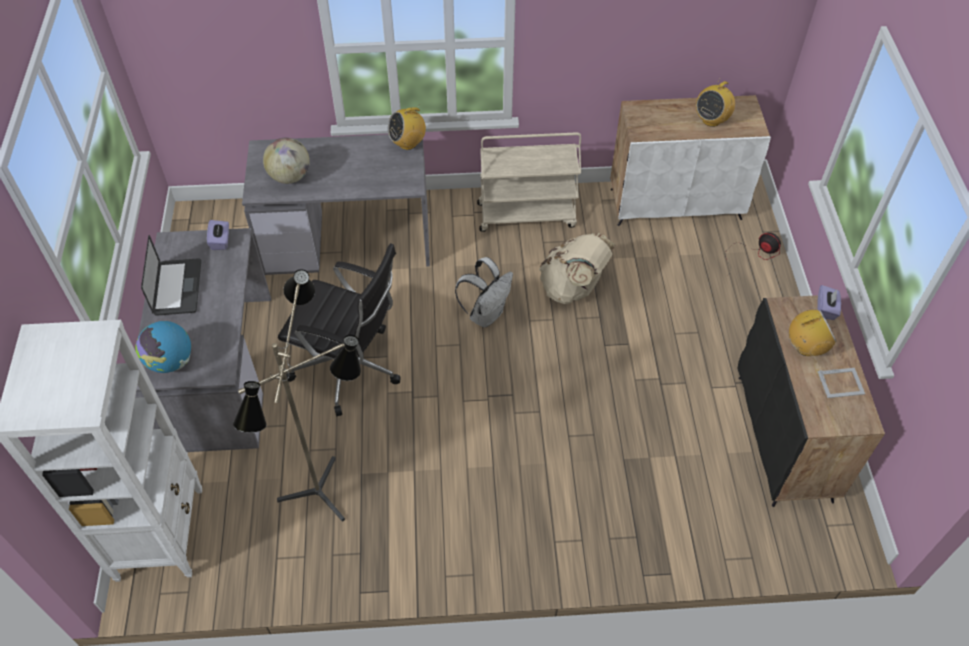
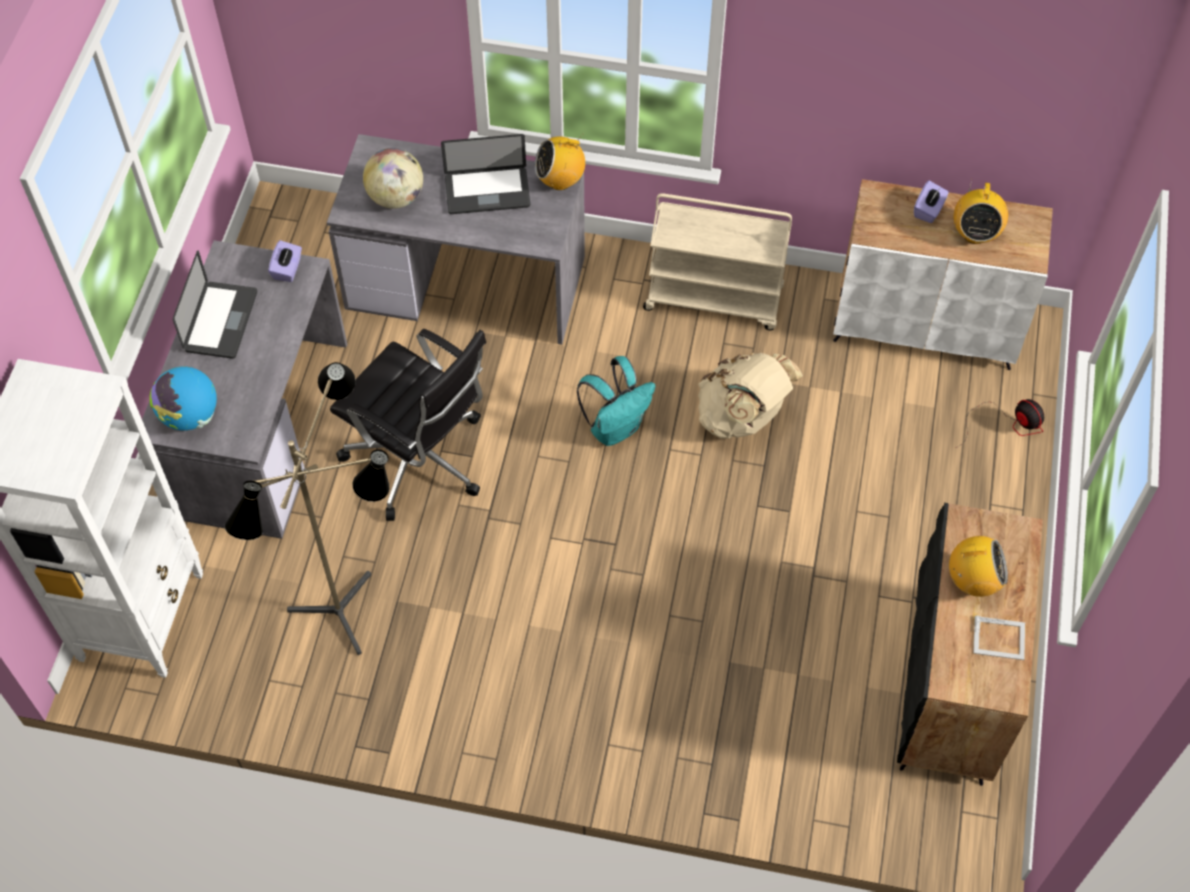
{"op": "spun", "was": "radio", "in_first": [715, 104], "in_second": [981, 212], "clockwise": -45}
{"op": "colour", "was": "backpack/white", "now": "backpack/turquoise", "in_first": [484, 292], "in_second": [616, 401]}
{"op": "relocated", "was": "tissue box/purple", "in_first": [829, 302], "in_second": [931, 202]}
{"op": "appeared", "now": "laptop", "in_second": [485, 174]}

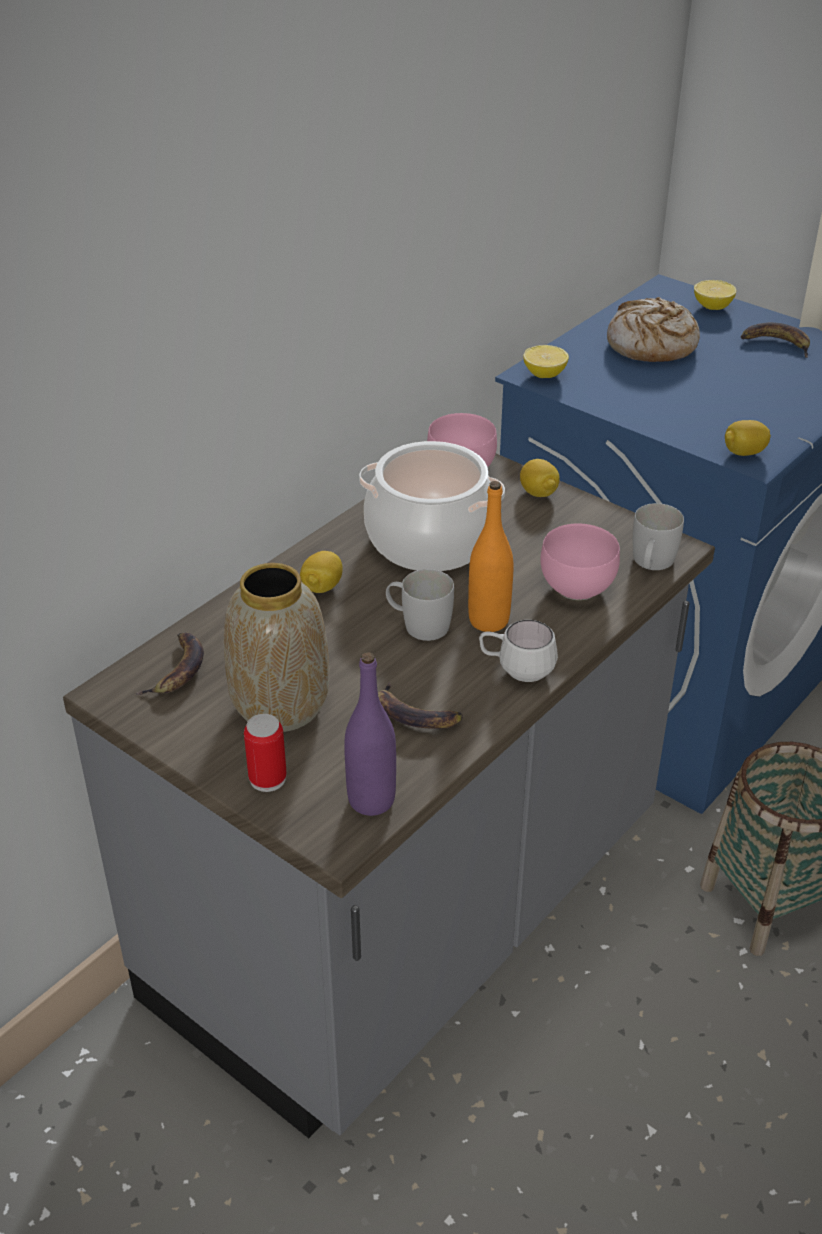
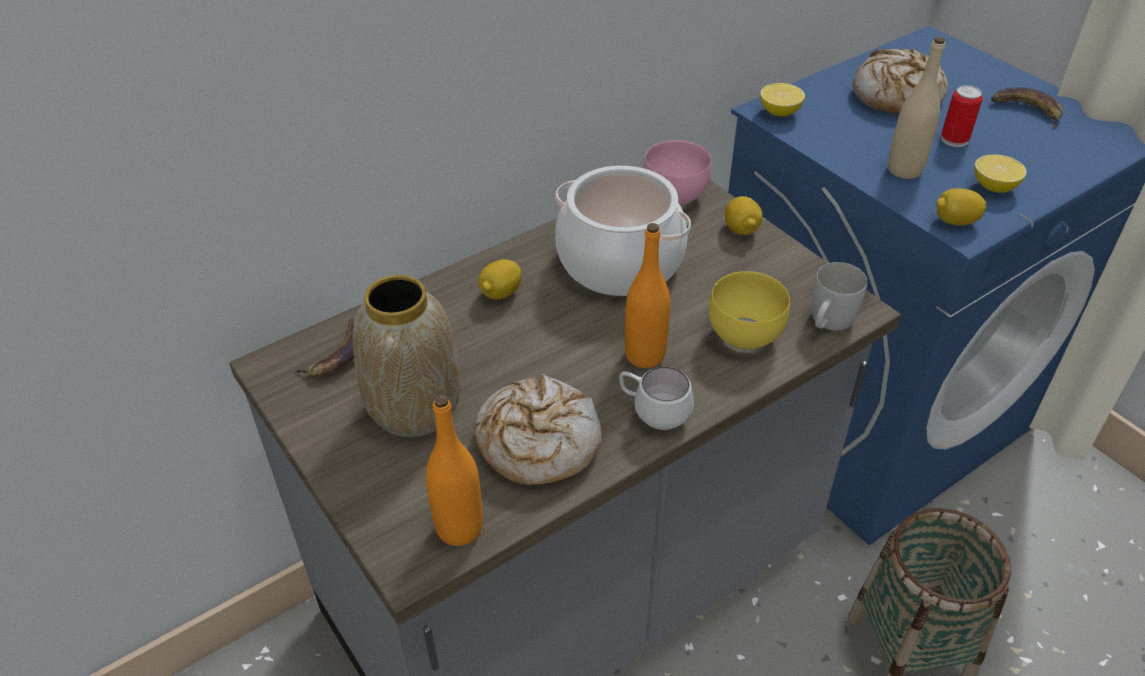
{"op": "relocated", "was": "lemon", "in_first": [715, 295], "in_second": [1001, 173]}
{"op": "colour", "was": "bowl/pink", "now": "bowl/yellow", "in_first": [580, 562], "in_second": [749, 310]}
{"op": "missing", "was": "mug/white", "in_first": [420, 605]}
{"op": "colour", "was": "bottle/purple", "now": "bottle/orange", "in_first": [370, 734], "in_second": [454, 470]}
{"op": "exchanged", "was": "banana", "now": "bread", "in_first": [420, 705], "in_second": [538, 429]}
{"op": "relocated", "was": "can", "in_first": [265, 753], "in_second": [961, 116]}
{"op": "appeared", "now": "bottle/beige", "in_second": [916, 108]}

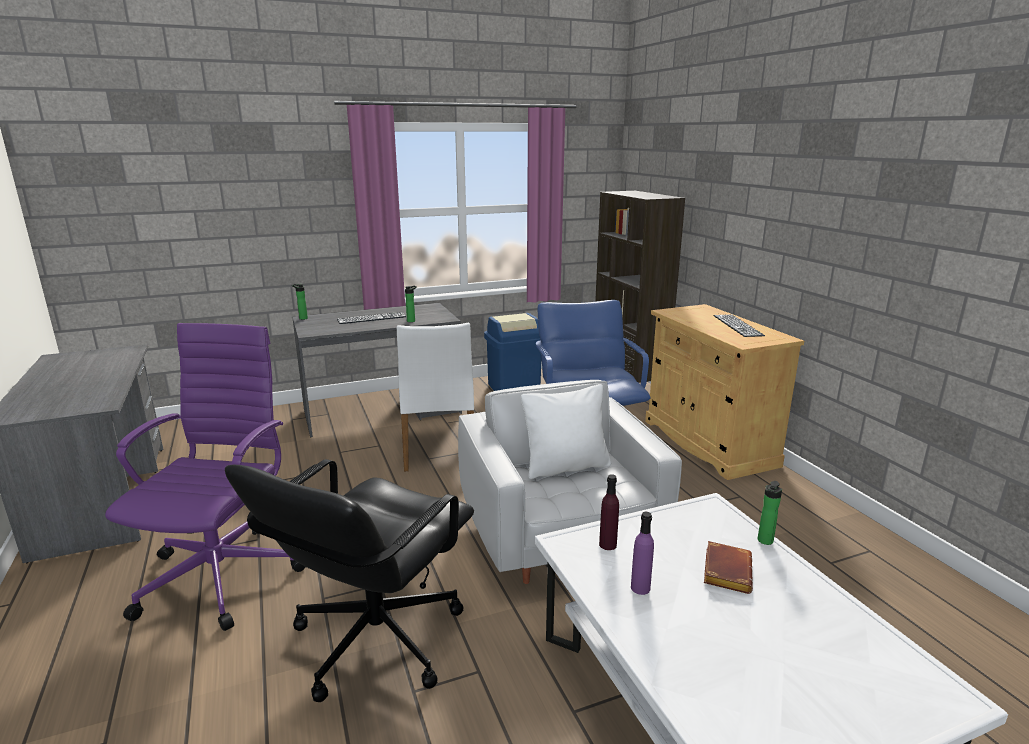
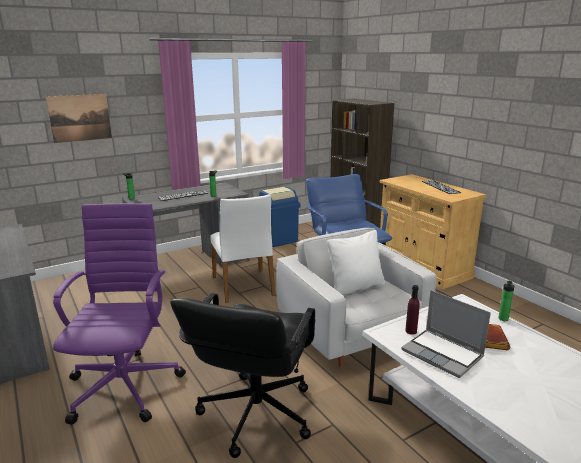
{"op": "exchanged", "was": "bottle/purple", "now": "laptop", "in_first": [642, 553], "in_second": [446, 334]}
{"op": "appeared", "now": "picture", "in_second": [79, 118]}

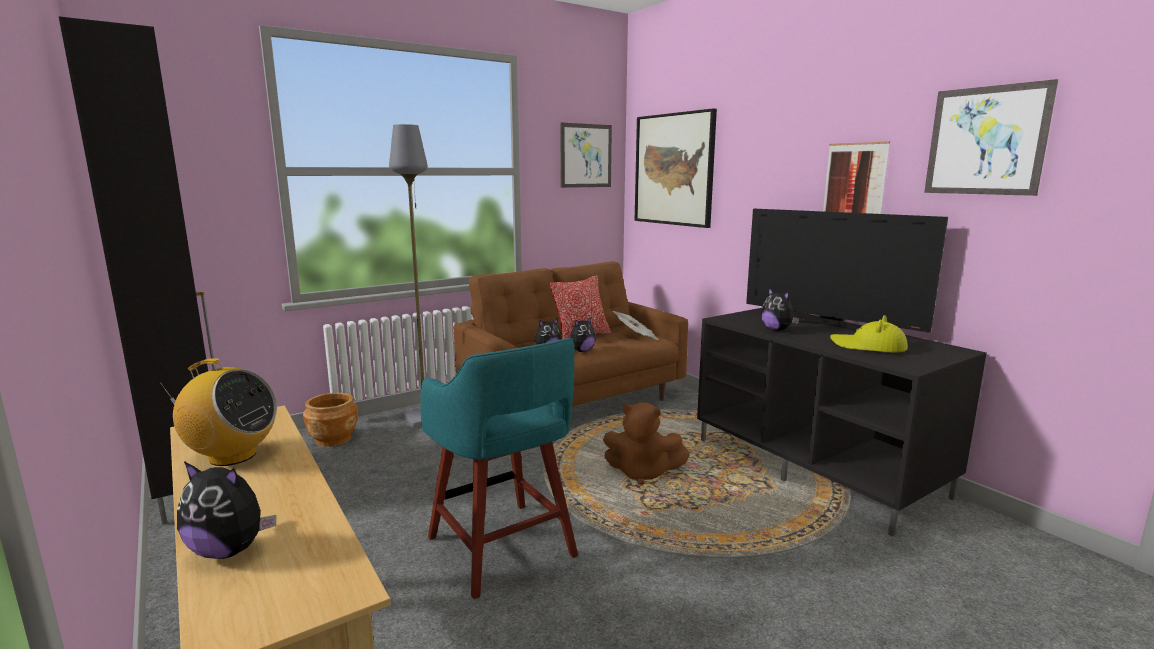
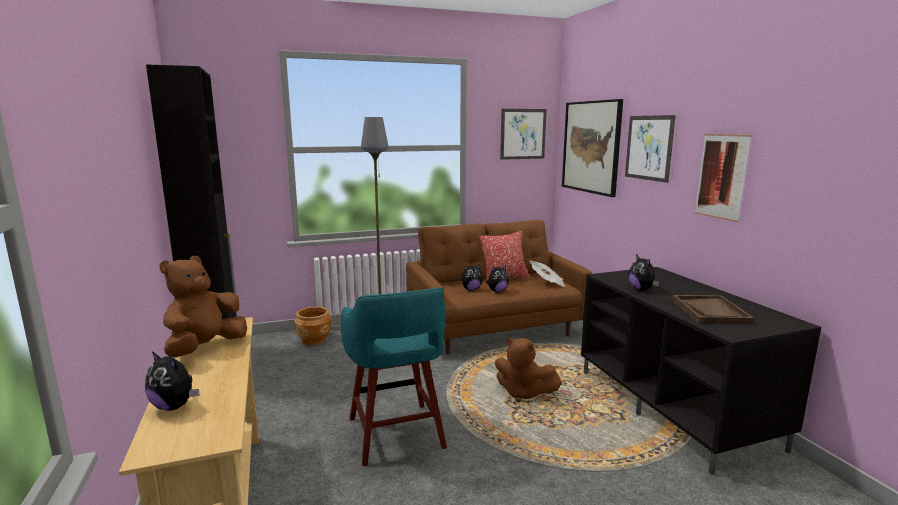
{"op": "relocated", "was": "picture", "in_first": [991, 137], "in_second": [650, 149]}
{"op": "missing", "was": "television", "in_first": [847, 271]}
{"op": "exchanged", "was": "hat/yellow", "now": "tray/brown", "in_first": [869, 333], "in_second": [713, 309]}
{"op": "exchanged", "was": "radio", "now": "plush toy/brown", "in_first": [218, 412], "in_second": [203, 307]}

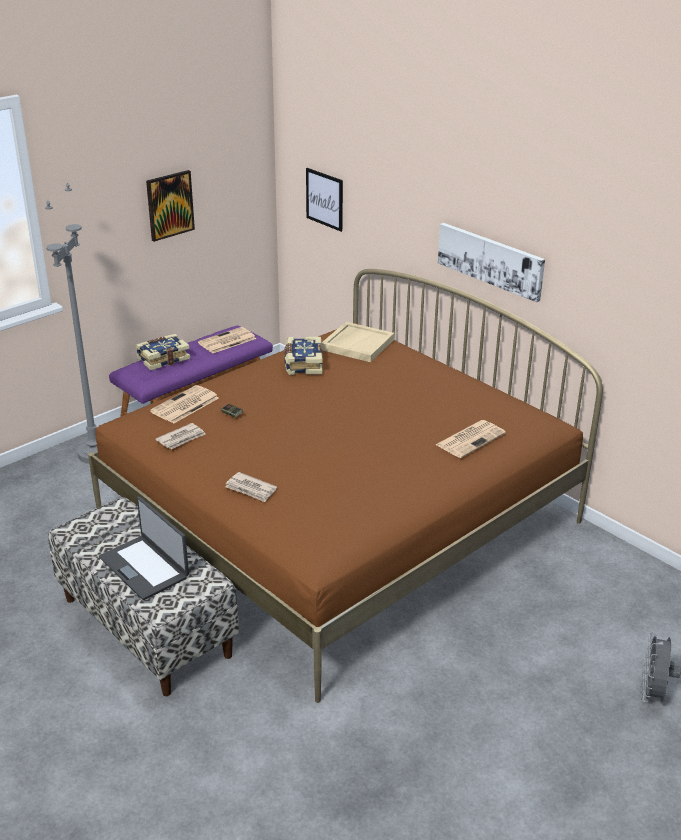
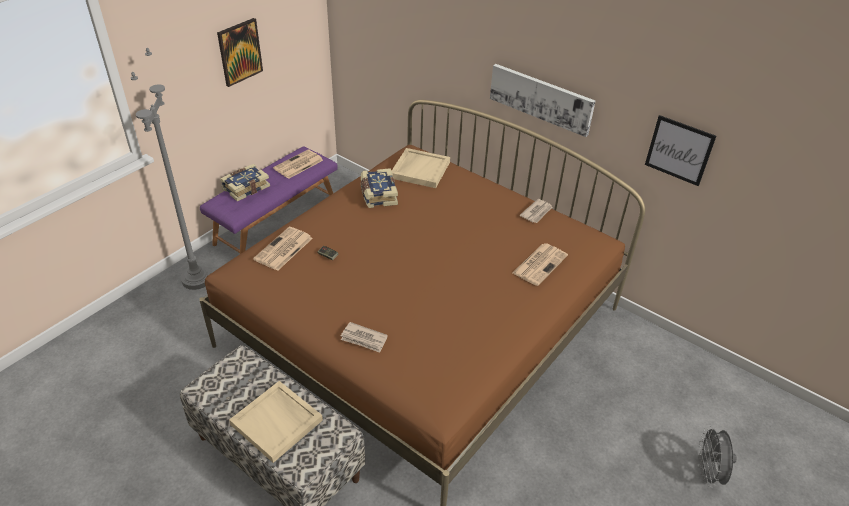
{"op": "relocated", "was": "picture", "in_first": [324, 200], "in_second": [680, 150]}
{"op": "relocated", "was": "newspaper", "in_first": [180, 436], "in_second": [536, 211]}
{"op": "exchanged", "was": "laptop", "now": "tray/beige", "in_first": [144, 548], "in_second": [276, 422]}

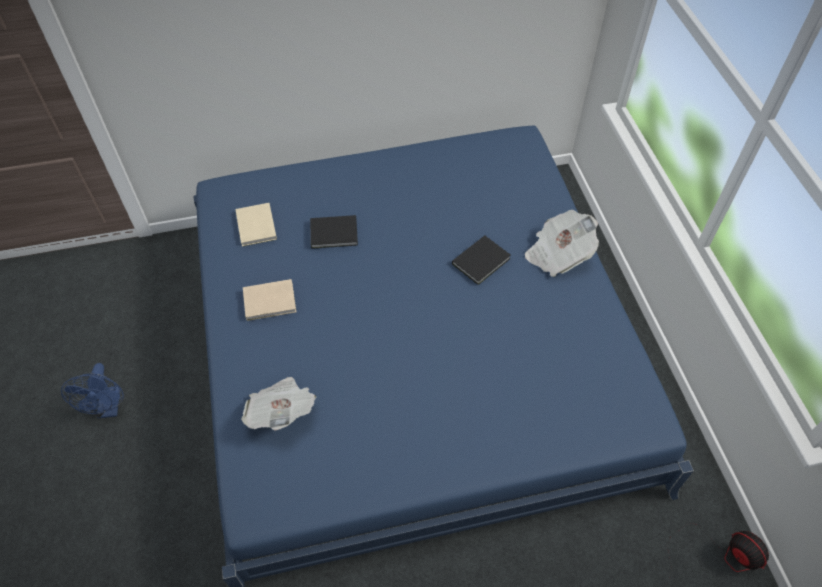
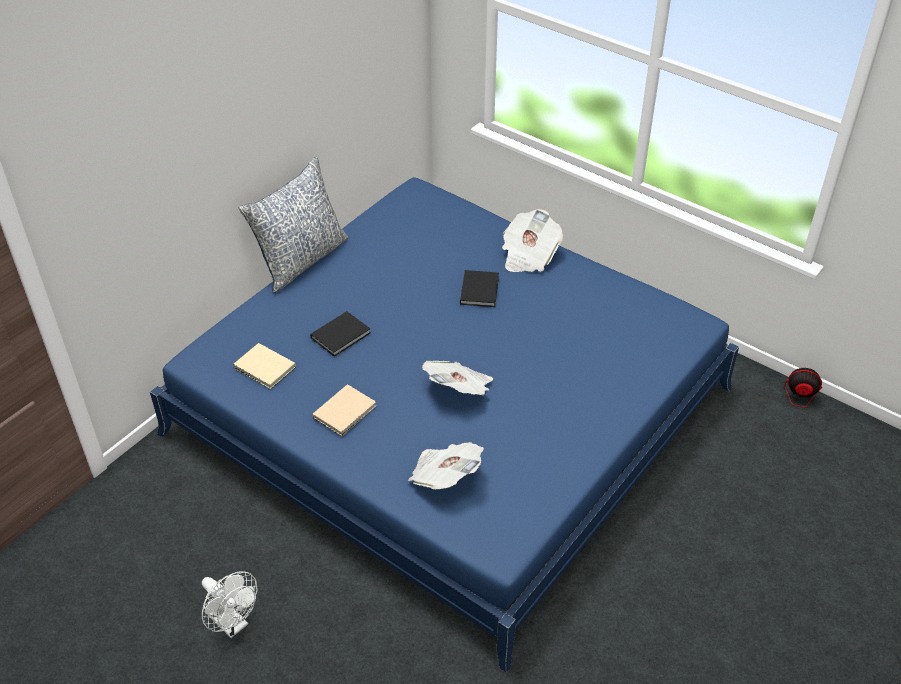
{"op": "colour", "was": "fan/blue", "now": "fan/white", "in_first": [92, 390], "in_second": [229, 604]}
{"op": "appeared", "now": "pillow", "in_second": [293, 225]}
{"op": "appeared", "now": "newspaper", "in_second": [457, 378]}

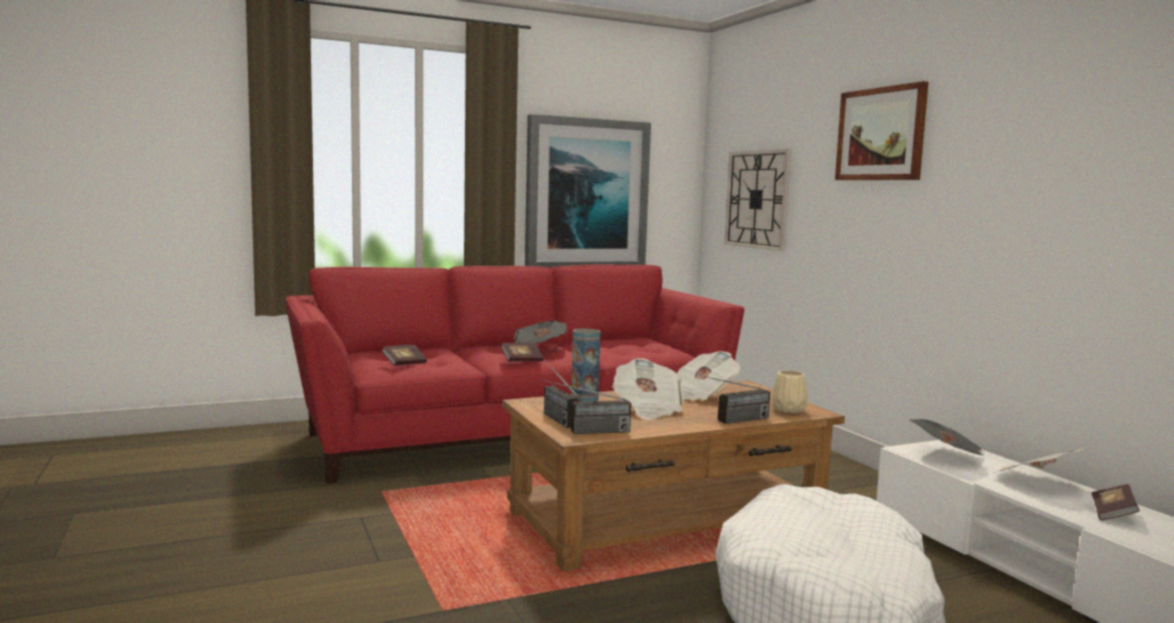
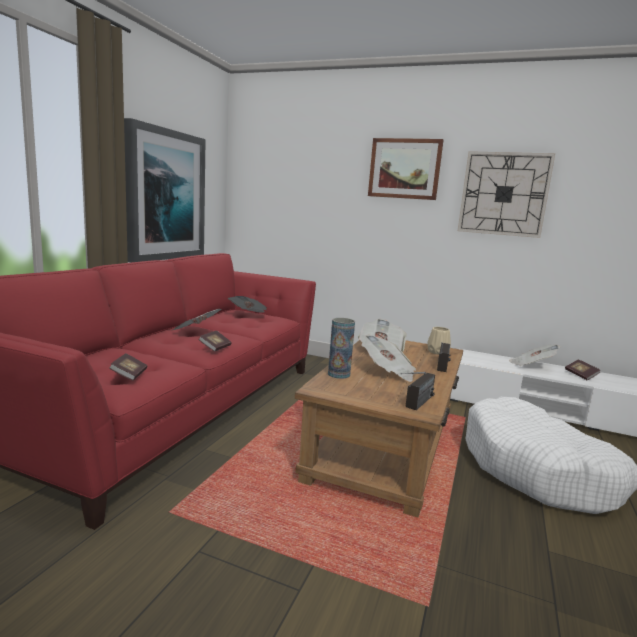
{"op": "relocated", "was": "wall clock", "in_first": [758, 200], "in_second": [506, 194]}
{"op": "missing", "was": "radio", "in_first": [562, 393]}
{"op": "relocated", "was": "newspaper", "in_first": [947, 437], "in_second": [247, 304]}

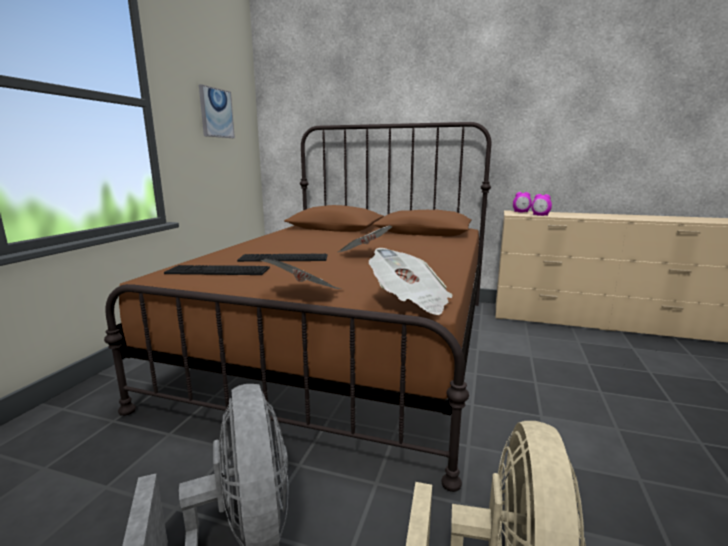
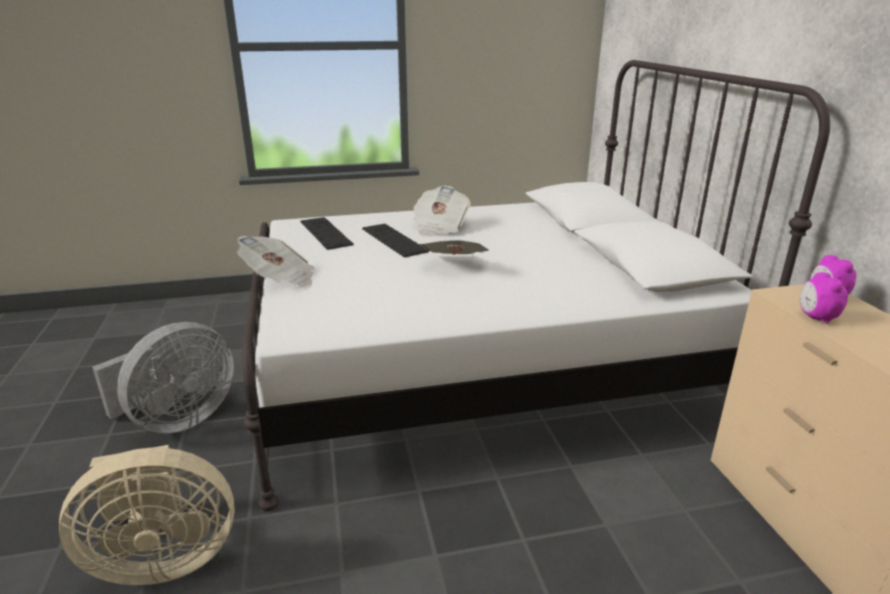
{"op": "missing", "was": "picture", "in_first": [217, 111]}
{"op": "colour", "was": "bed/brown", "now": "bed/white", "in_first": [297, 307], "in_second": [536, 285]}
{"op": "relocated", "was": "newspaper", "in_first": [411, 281], "in_second": [441, 211]}

